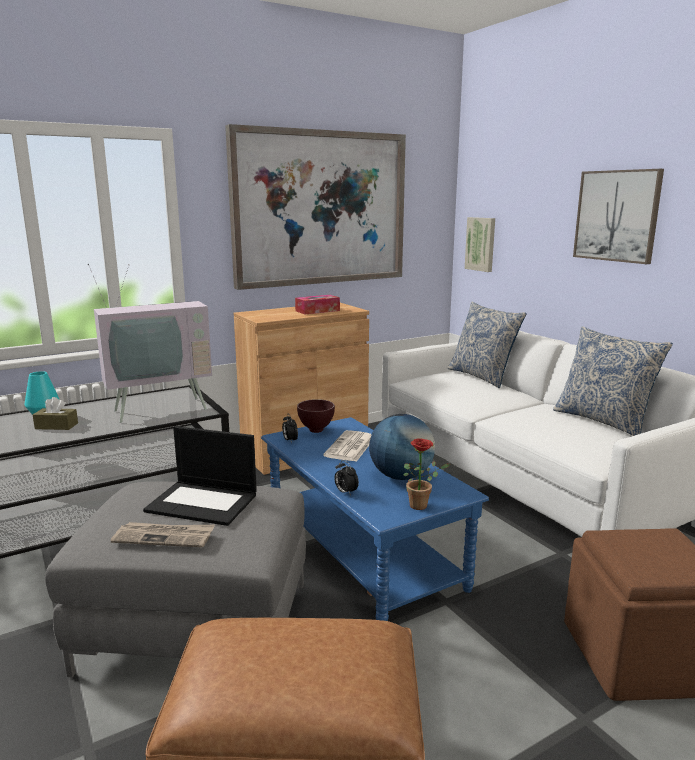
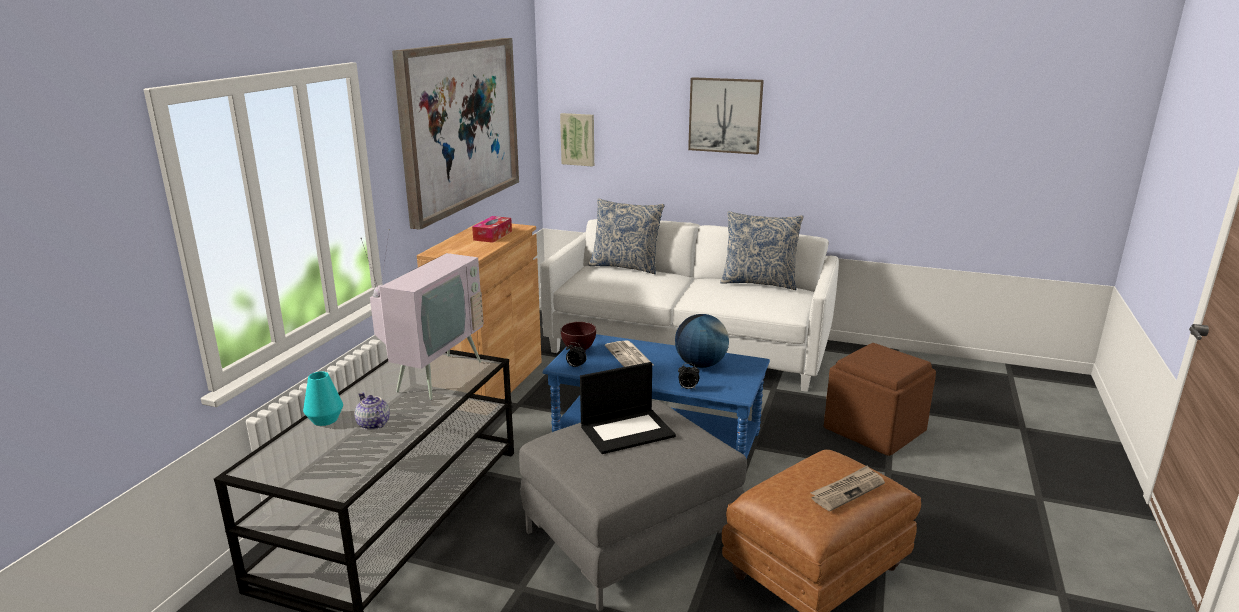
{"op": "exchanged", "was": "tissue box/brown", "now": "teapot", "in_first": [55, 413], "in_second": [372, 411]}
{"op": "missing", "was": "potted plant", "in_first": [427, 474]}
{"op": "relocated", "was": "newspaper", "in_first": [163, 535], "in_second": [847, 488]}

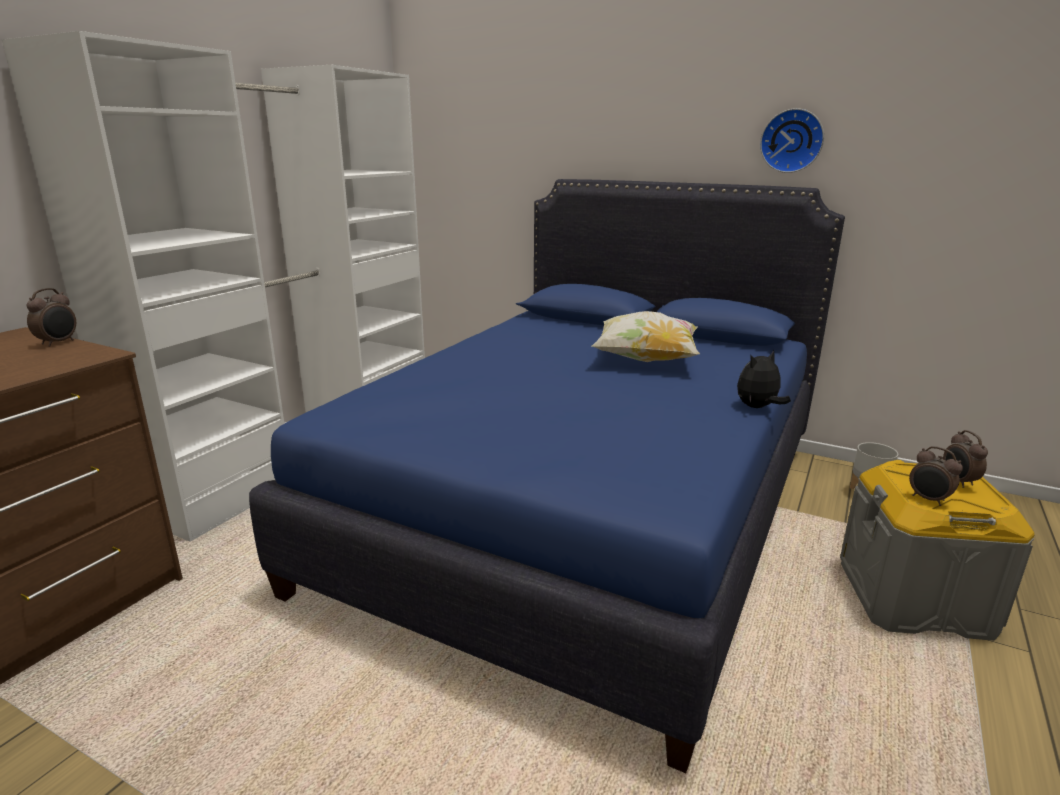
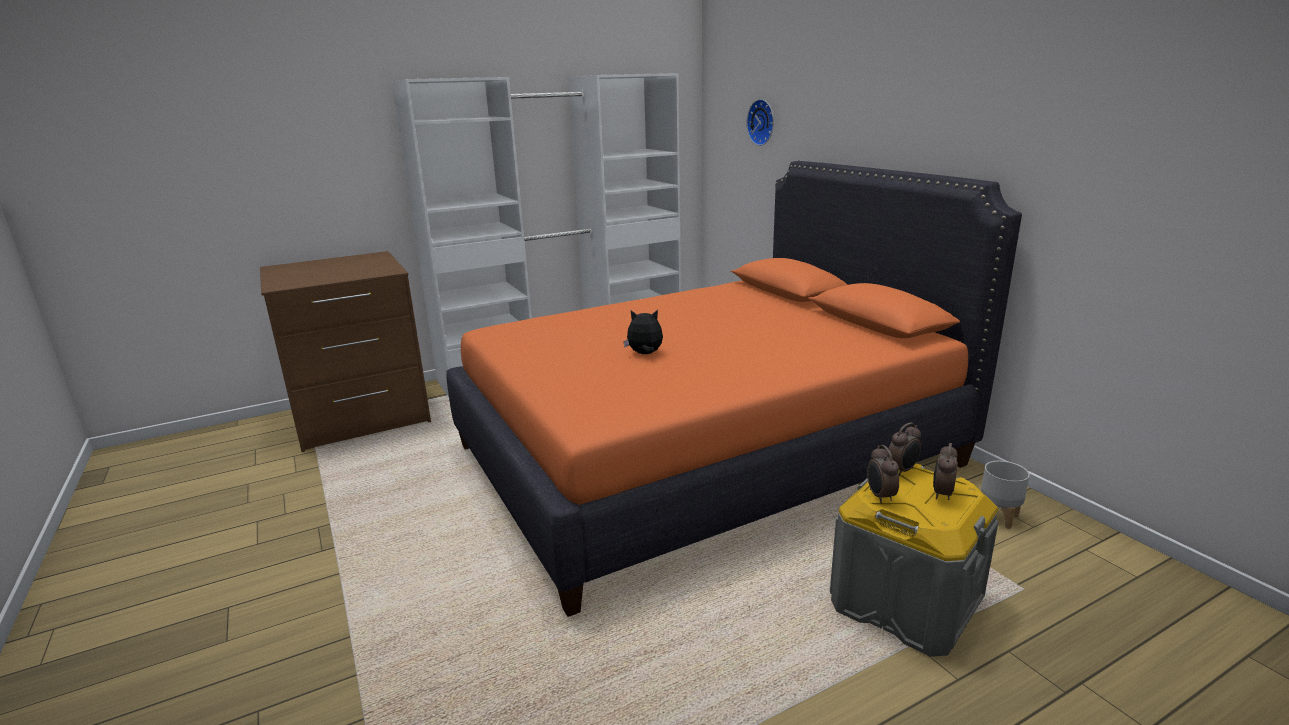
{"op": "relocated", "was": "wall clock", "in_first": [792, 140], "in_second": [760, 122]}
{"op": "colour", "was": "bed/blue", "now": "bed/orange", "in_first": [547, 476], "in_second": [734, 389]}
{"op": "relocated", "was": "alarm clock", "in_first": [51, 317], "in_second": [904, 449]}
{"op": "missing", "was": "pillow", "in_first": [646, 336]}
{"op": "relocated", "was": "plush toy", "in_first": [764, 379], "in_second": [643, 332]}

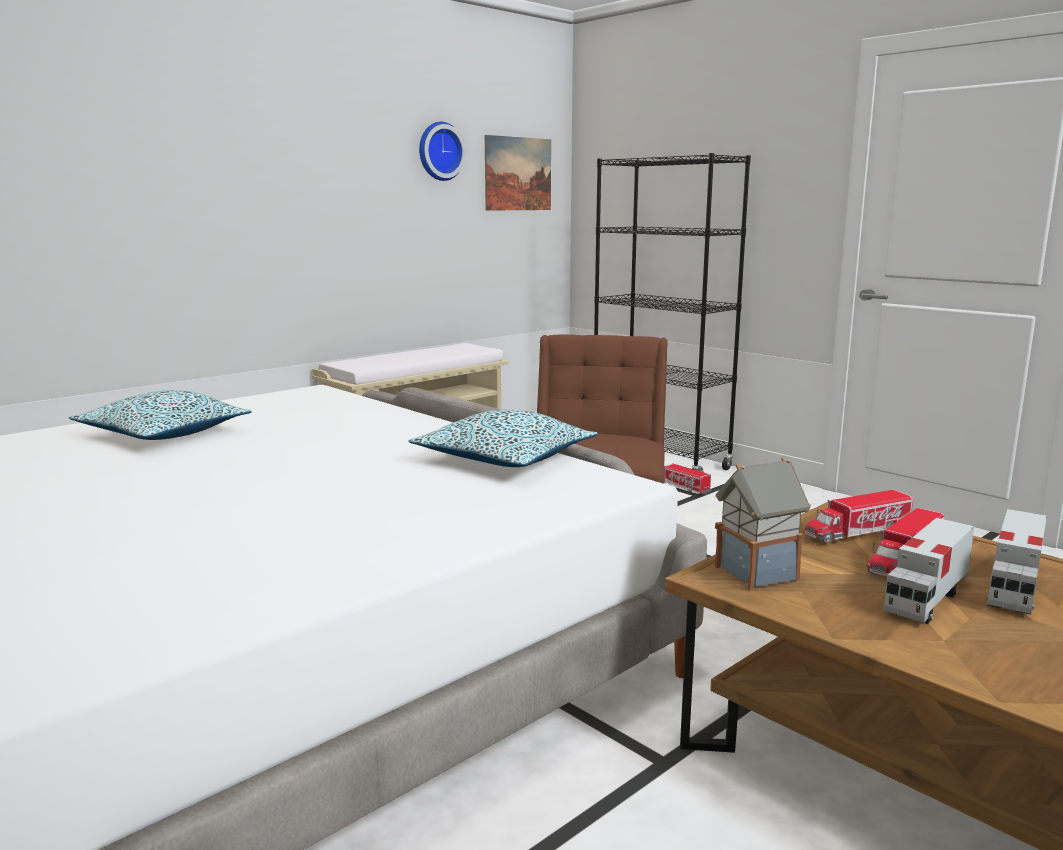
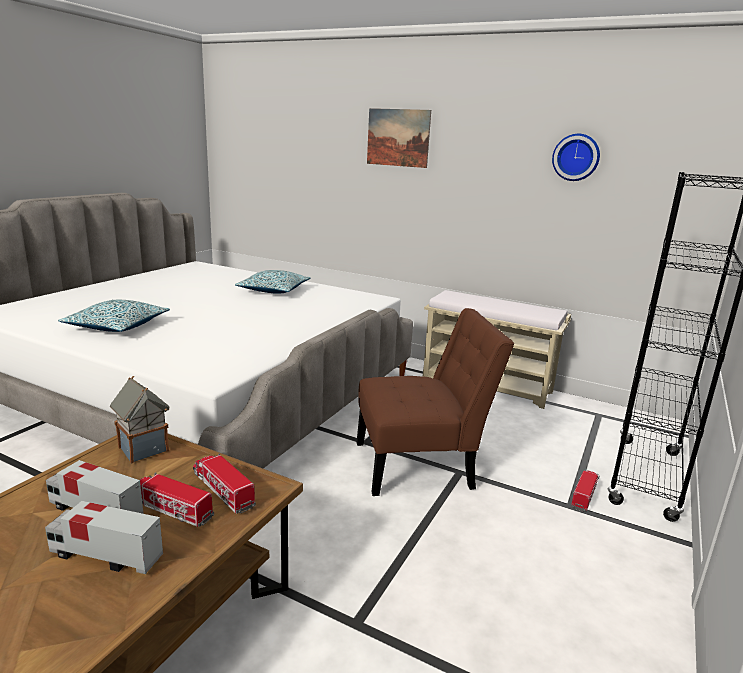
{"op": "relocated", "was": "picture", "in_first": [518, 173], "in_second": [399, 138]}
{"op": "relocated", "was": "pillow", "in_first": [503, 438], "in_second": [114, 316]}

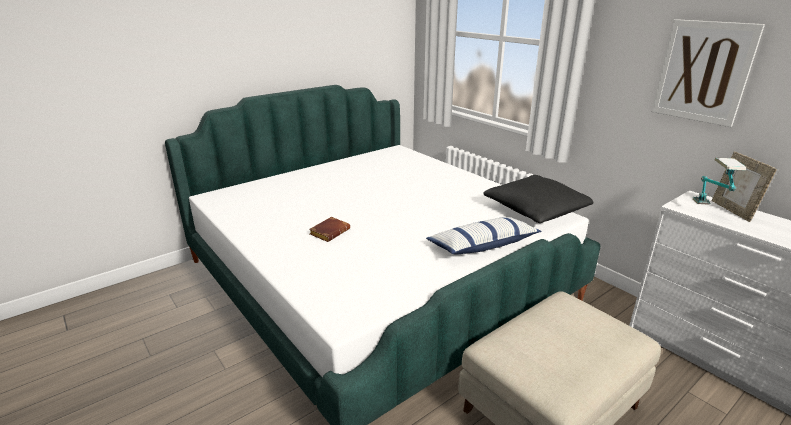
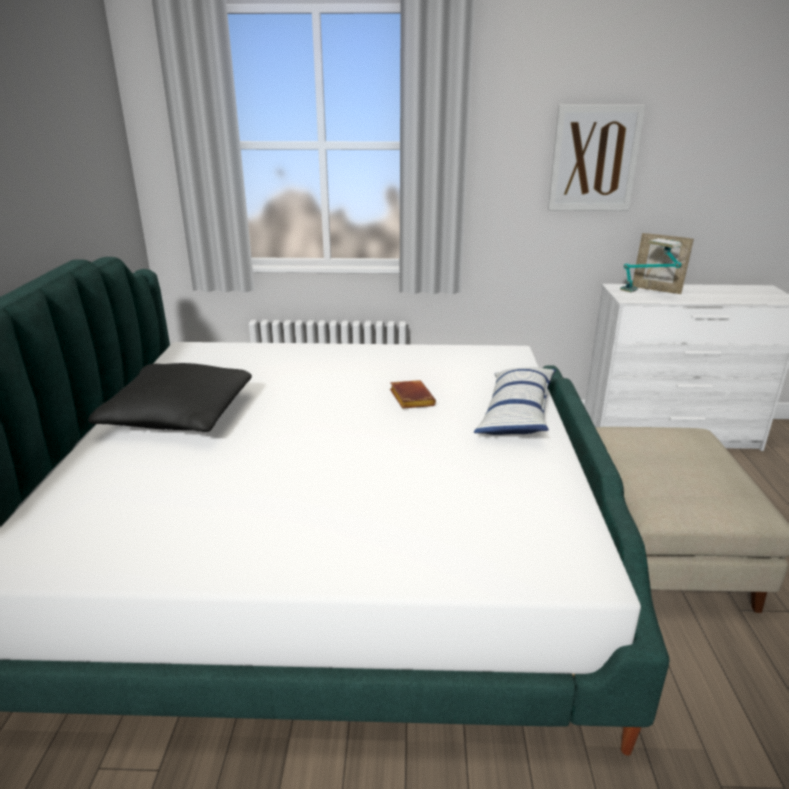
{"op": "relocated", "was": "pillow/black", "in_first": [538, 199], "in_second": [170, 397]}
{"op": "relocated", "was": "book/brown", "in_first": [329, 229], "in_second": [413, 394]}

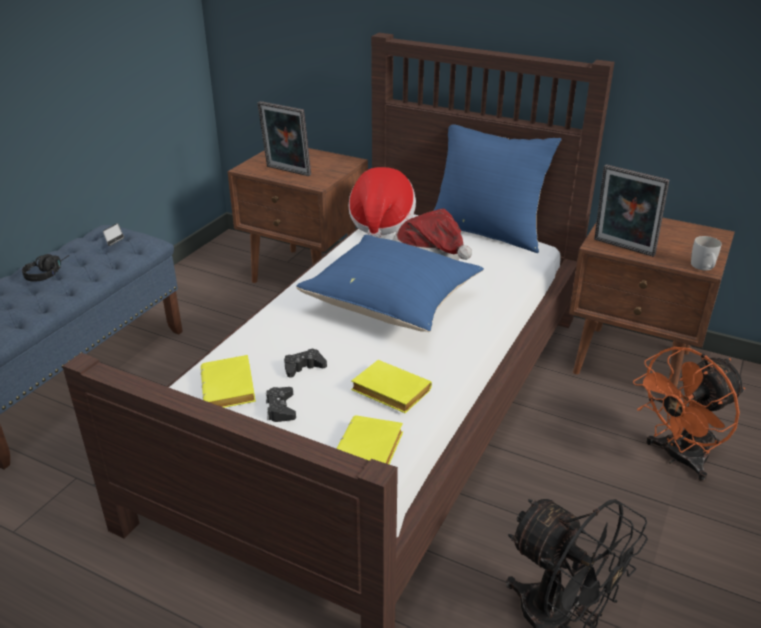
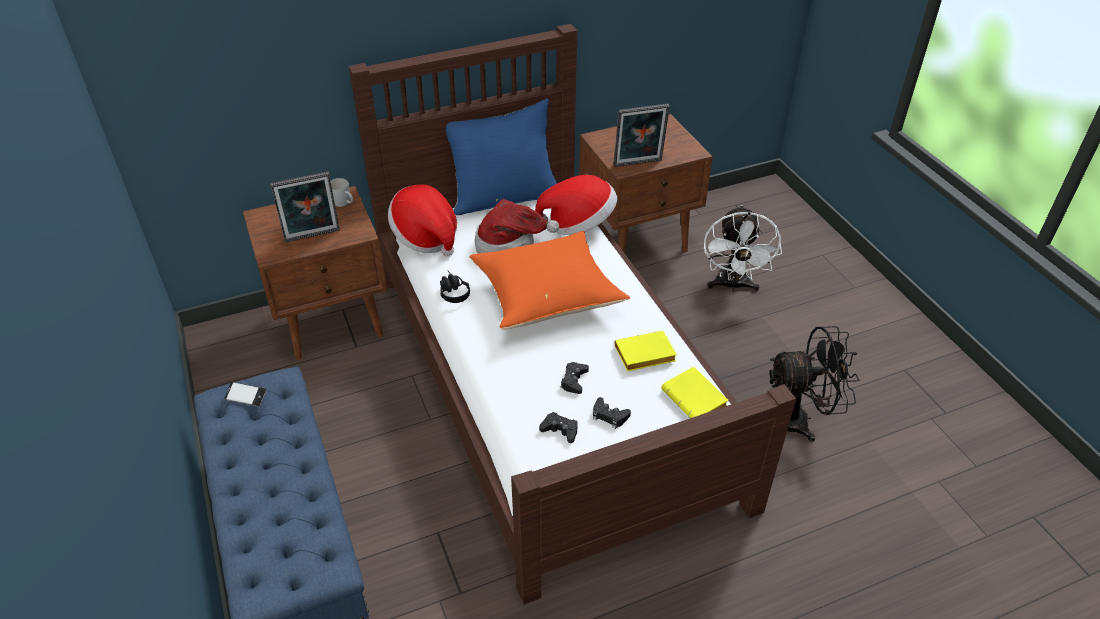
{"op": "colour", "was": "pillow/blue", "now": "pillow/orange", "in_first": [390, 283], "in_second": [549, 280]}
{"op": "relocated", "was": "mug/white", "in_first": [706, 253], "in_second": [342, 192]}
{"op": "relocated", "was": "headphones/black", "in_first": [45, 268], "in_second": [455, 287]}
{"op": "colour", "was": "fan/orange", "now": "fan/white", "in_first": [689, 414], "in_second": [743, 248]}
{"op": "exchanged", "was": "book/yellow", "now": "game controller/black", "in_first": [228, 381], "in_second": [558, 427]}
{"op": "appeared", "now": "hat", "in_second": [576, 205]}

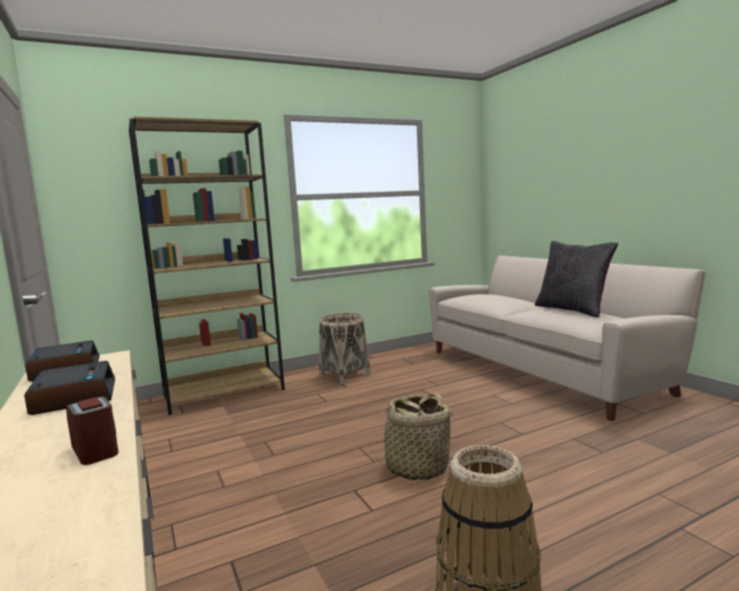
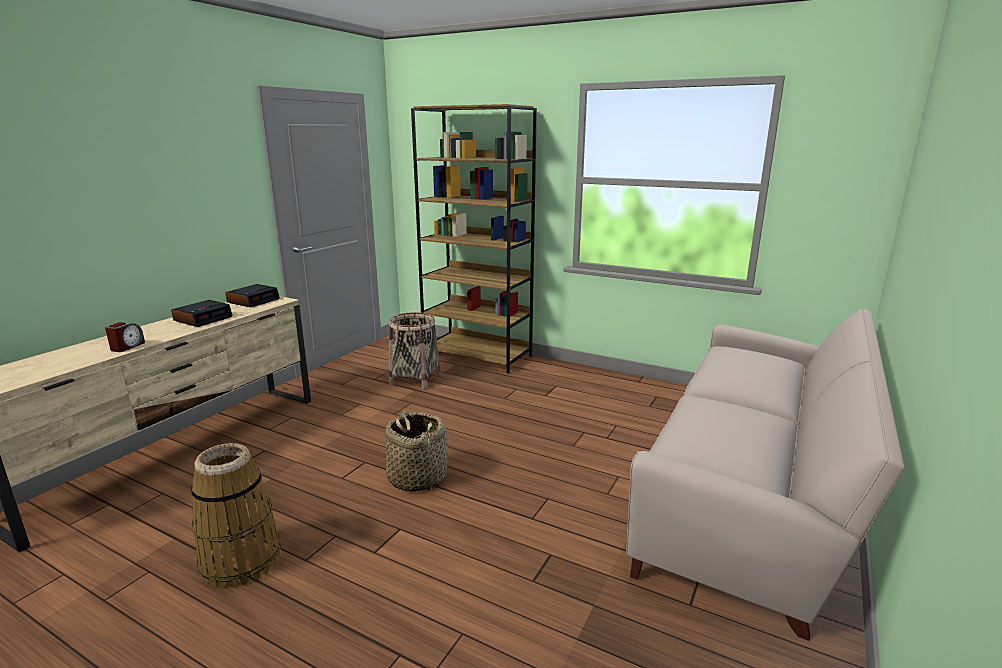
{"op": "missing", "was": "pillow/black", "in_first": [576, 279]}
{"op": "relocated", "was": "basket", "in_first": [345, 348], "in_second": [415, 350]}

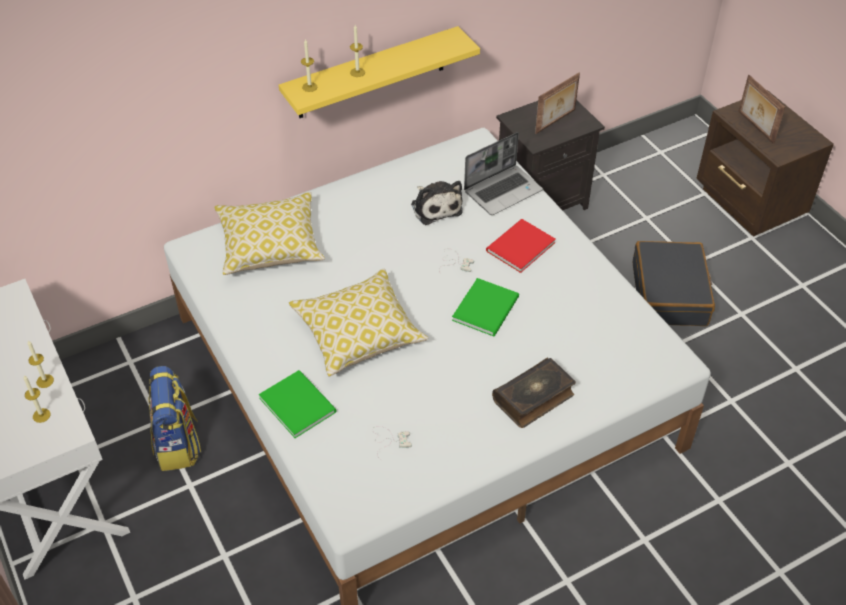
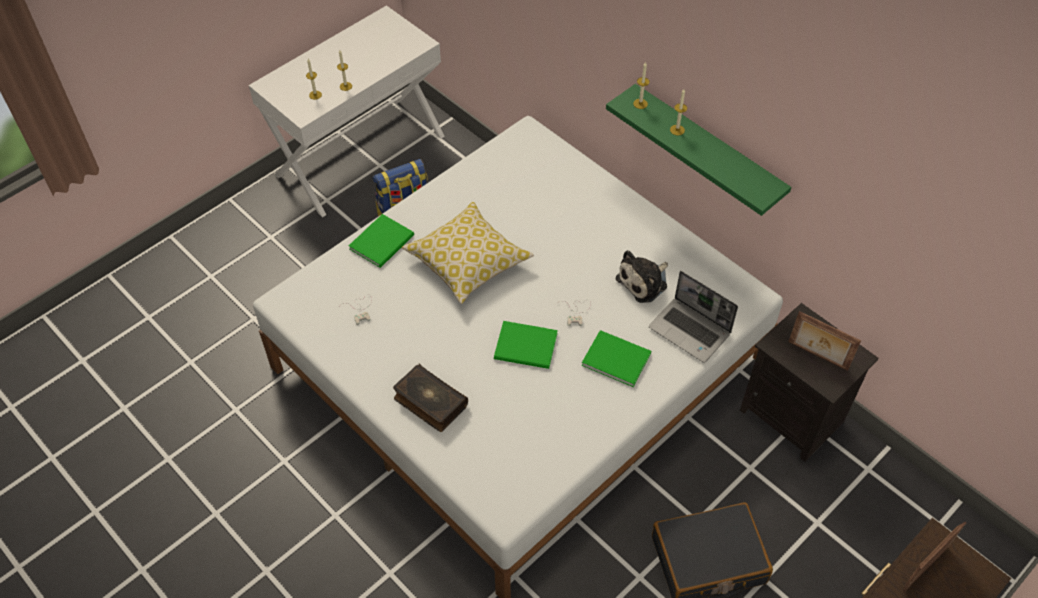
{"op": "colour", "was": "shelf/yellow", "now": "shelf/green", "in_first": [379, 72], "in_second": [698, 150]}
{"op": "missing", "was": "pillow", "in_first": [269, 233]}
{"op": "colour", "was": "book/red", "now": "book/green", "in_first": [521, 246], "in_second": [616, 358]}

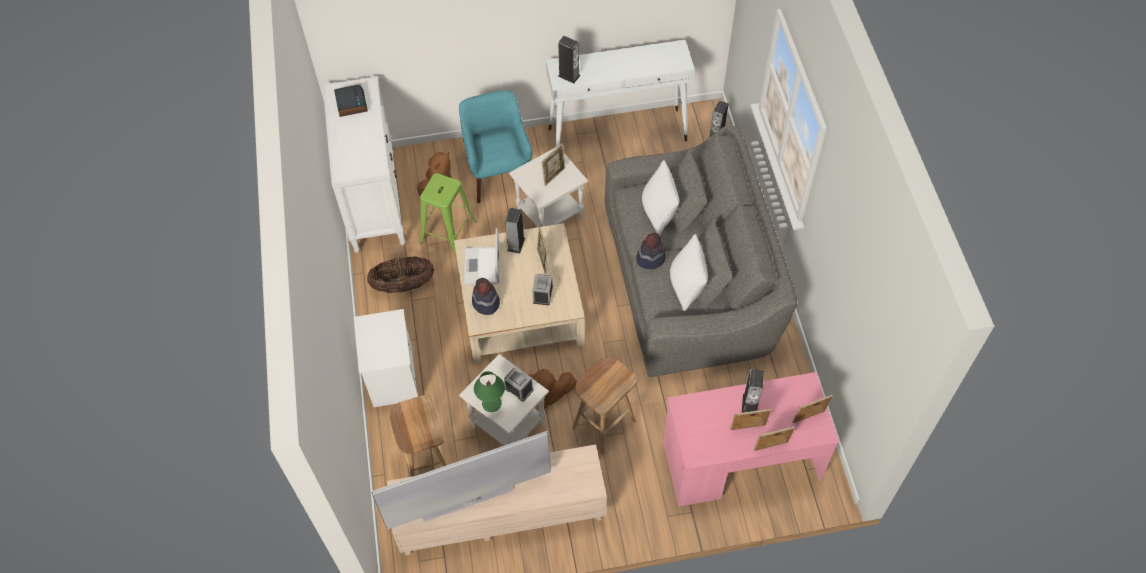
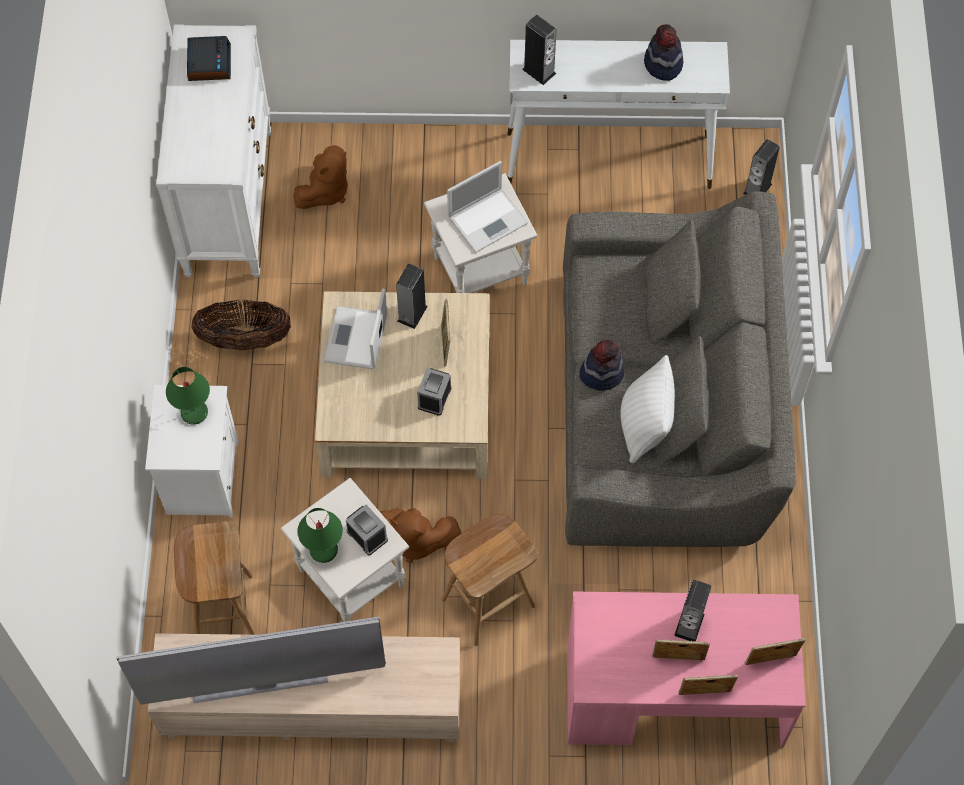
{"op": "missing", "was": "armchair/turquoise", "in_first": [495, 146]}
{"op": "exchanged", "was": "picture frame", "now": "laptop", "in_first": [553, 164], "in_second": [487, 207]}
{"op": "missing", "was": "pillow/white", "in_first": [660, 197]}
{"op": "missing", "was": "stool/green", "in_first": [448, 214]}
{"op": "relocated", "was": "hat", "in_first": [486, 296], "in_second": [663, 52]}
{"op": "appeared", "now": "table lamp/green", "in_second": [188, 396]}

